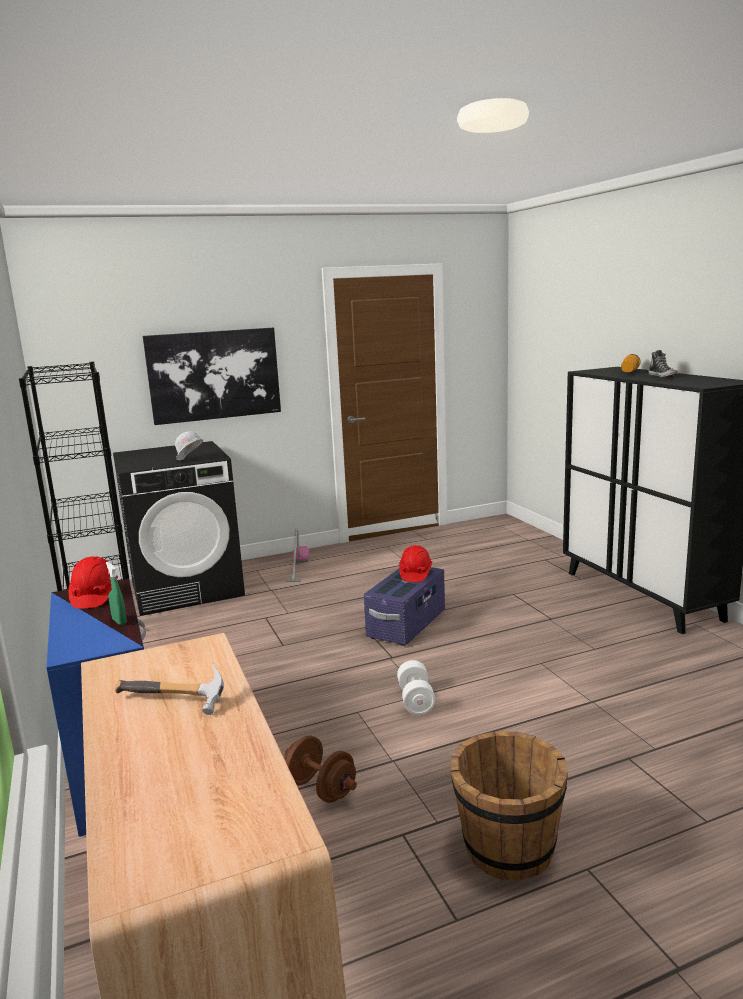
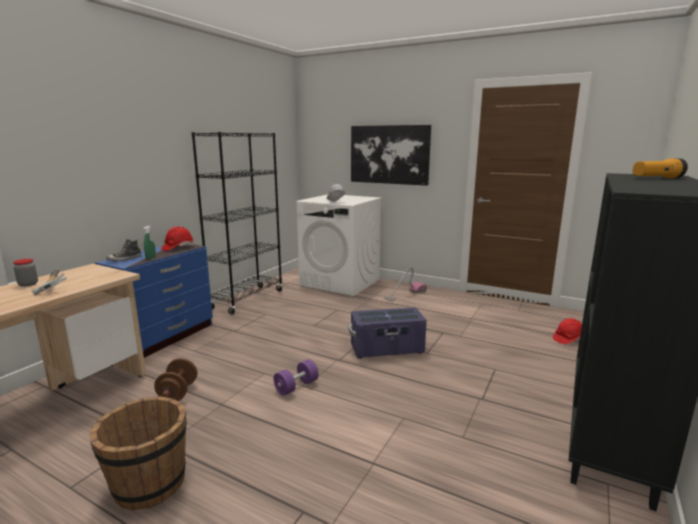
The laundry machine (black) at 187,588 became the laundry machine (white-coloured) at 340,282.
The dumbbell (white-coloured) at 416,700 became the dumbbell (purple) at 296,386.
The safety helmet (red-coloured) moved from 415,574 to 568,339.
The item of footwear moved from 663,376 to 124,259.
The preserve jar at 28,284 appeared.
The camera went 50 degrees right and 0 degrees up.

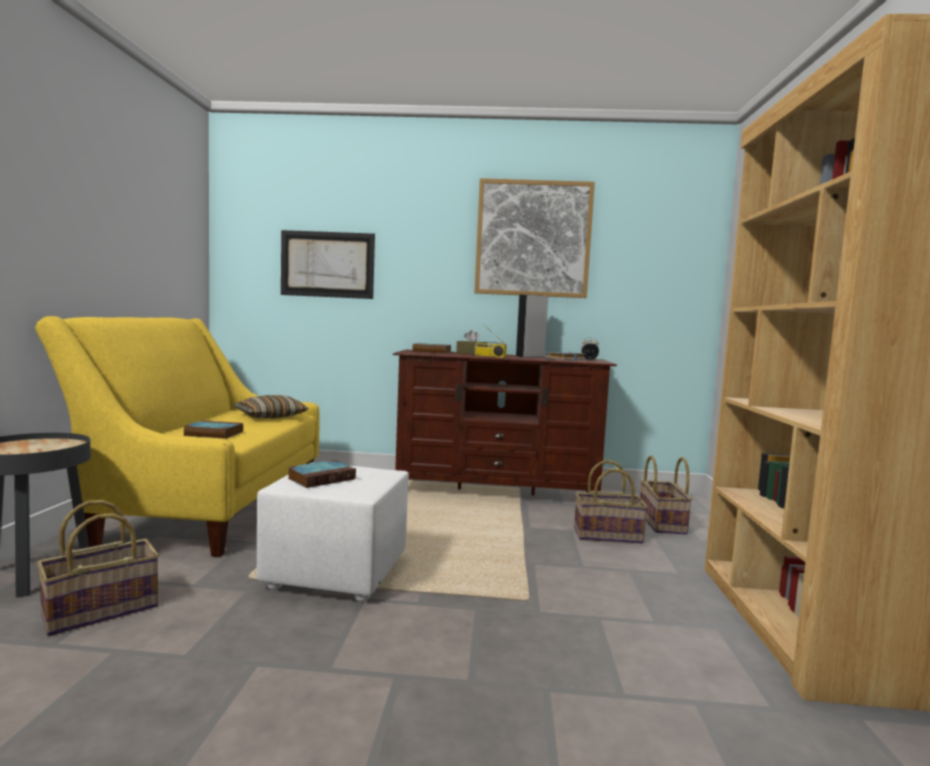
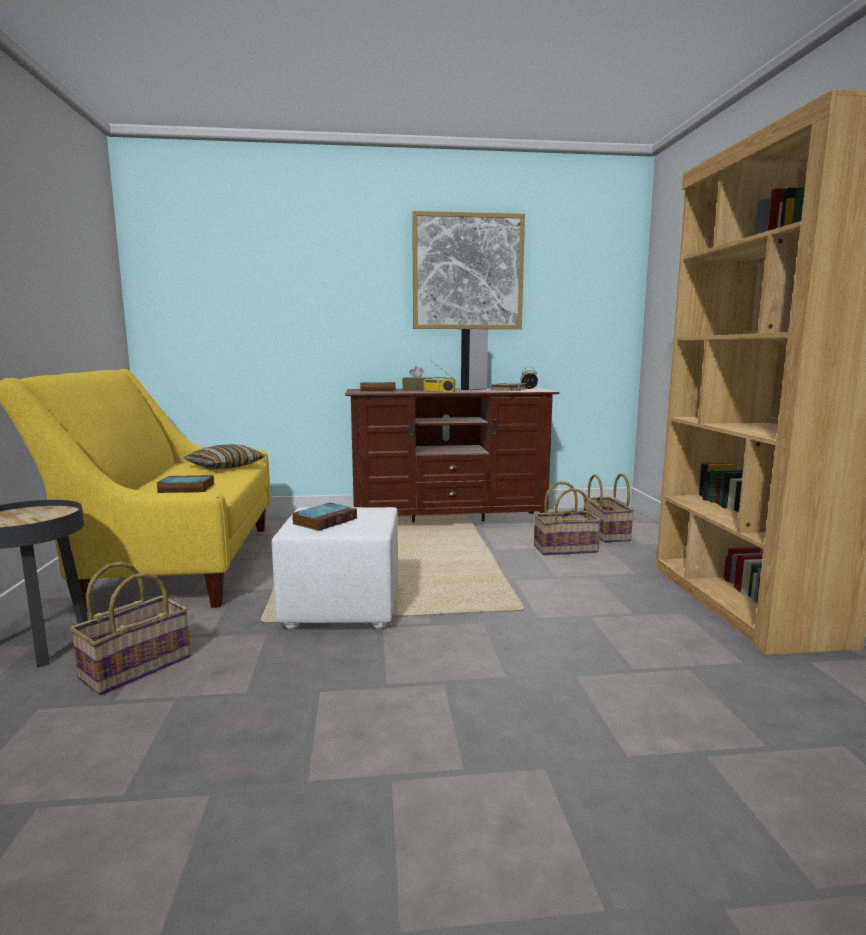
The wall art at 327,264 disappeared.
The camera went 10 degrees left and 5 degrees up.

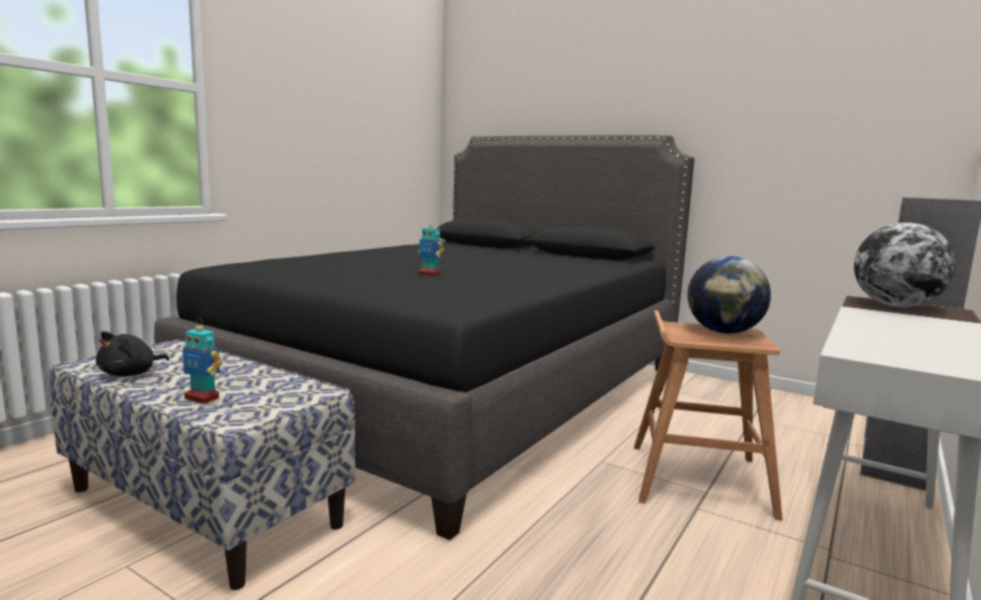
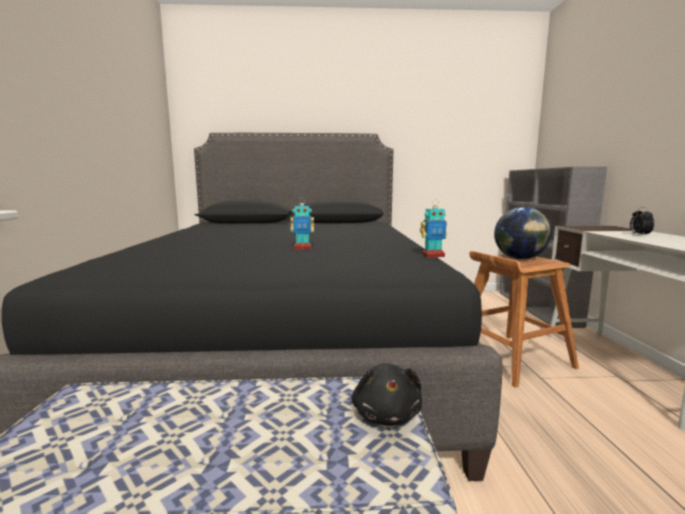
The cuddly toy (black) moved from 131,374 to 386,414.
The robot figure moved from 202,398 to 433,256.
The desk globe at 895,306 disappeared.
The alarm clock at 639,235 appeared.
The camera went 35 degrees left and 0 degrees up.

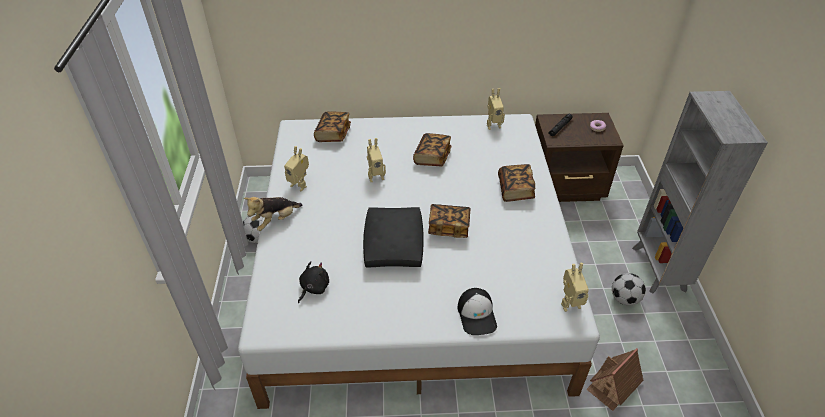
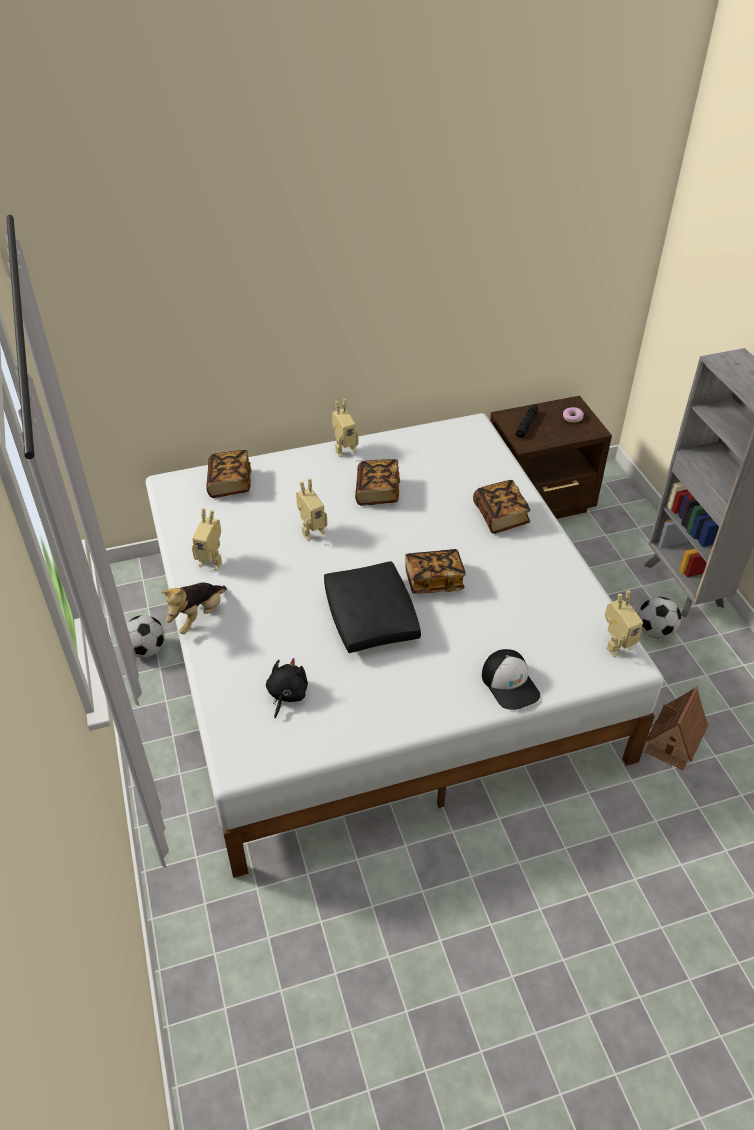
The robot figure moved from 493,125 to 344,450.
The camera went 15 degrees left and 0 degrees up.

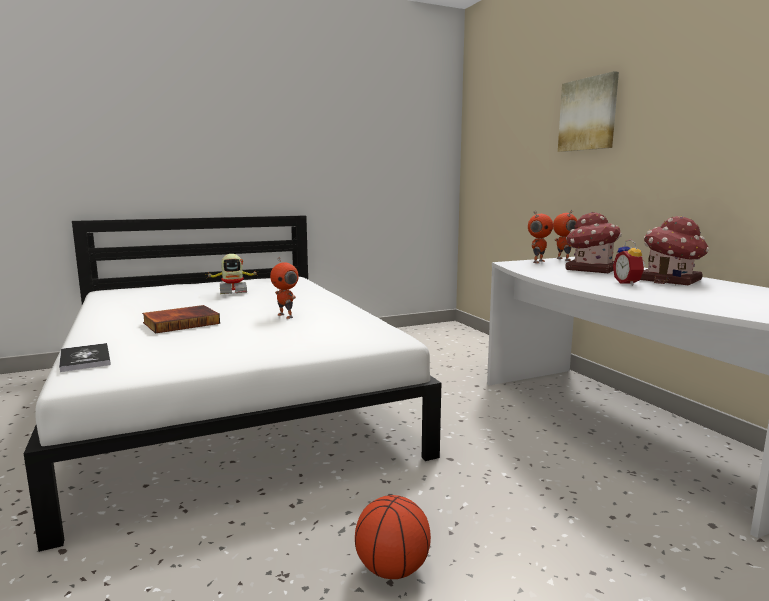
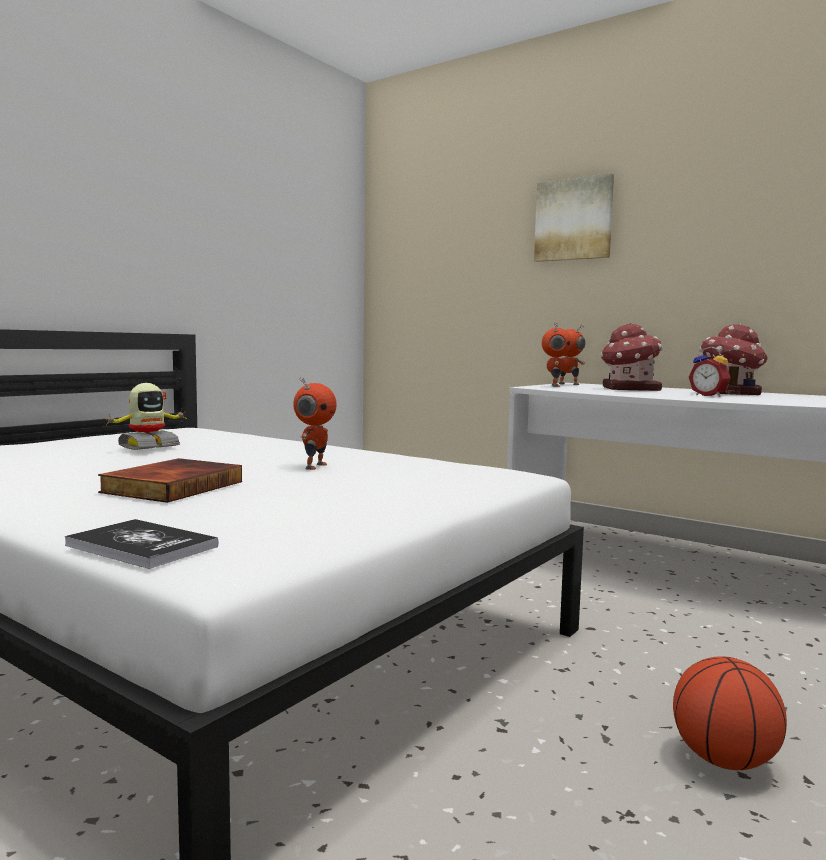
The robot figure at 286,316 turned 90 degrees counterclockwise.
The camera went 30 degrees left and 5 degrees down.

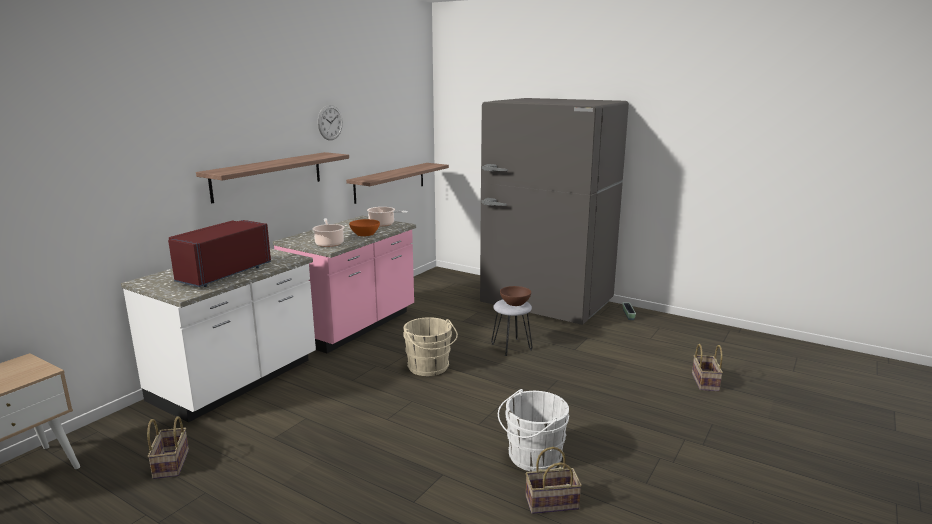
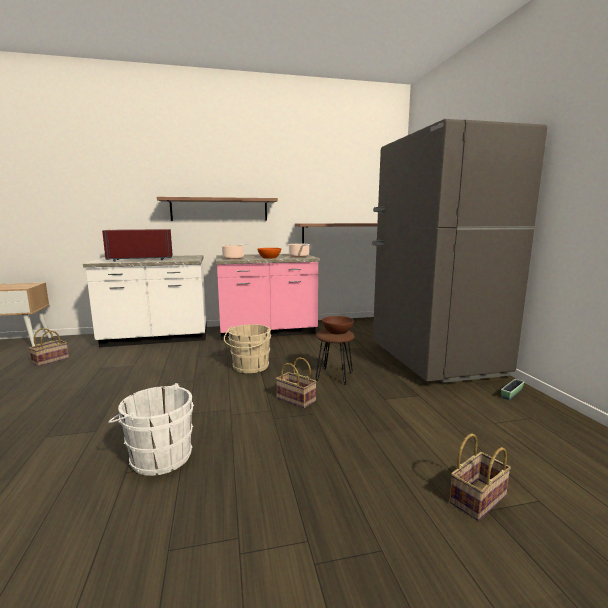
The wall clock at 330,122 disappeared.
The sitting stool (gray) at 511,347 became the sitting stool (brown-coloured) at 334,376.
The household basket moved from 551,504 to 294,399.
The camera went 45 degrees right and 5 degrees down.

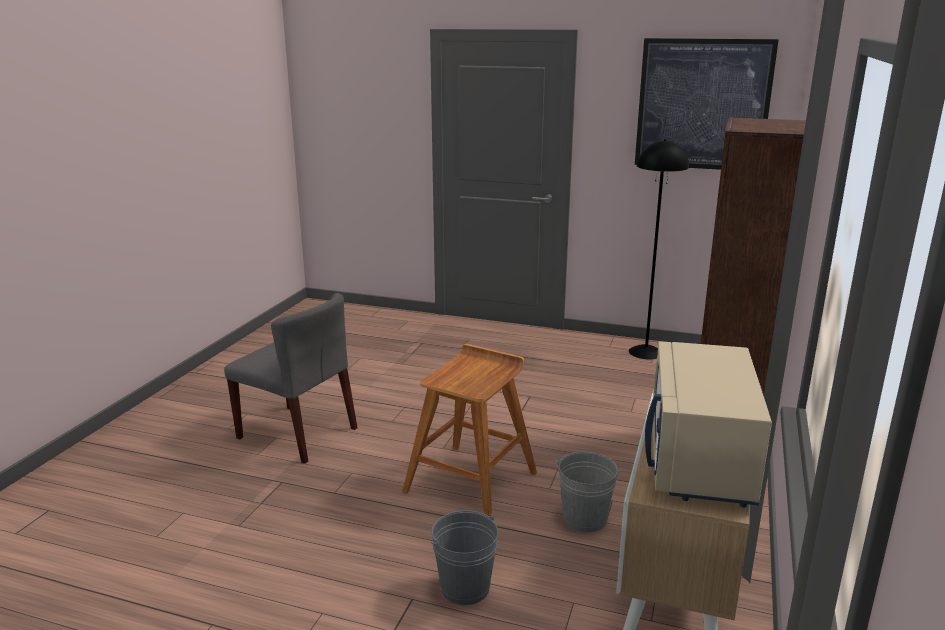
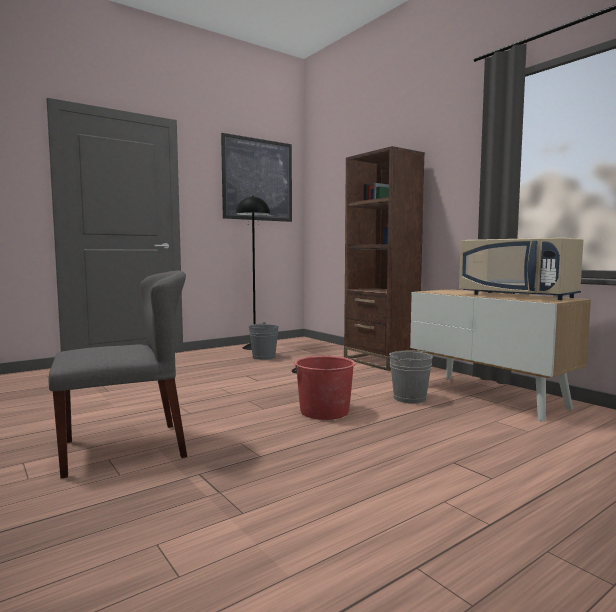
The sitting stool (brown-coloured) at 472,481 was replaced by the bucket (red-coloured) at 324,411.
The bucket (gray) moved from 465,587 to 264,357.
The camera went 55 degrees left and 15 degrees down.

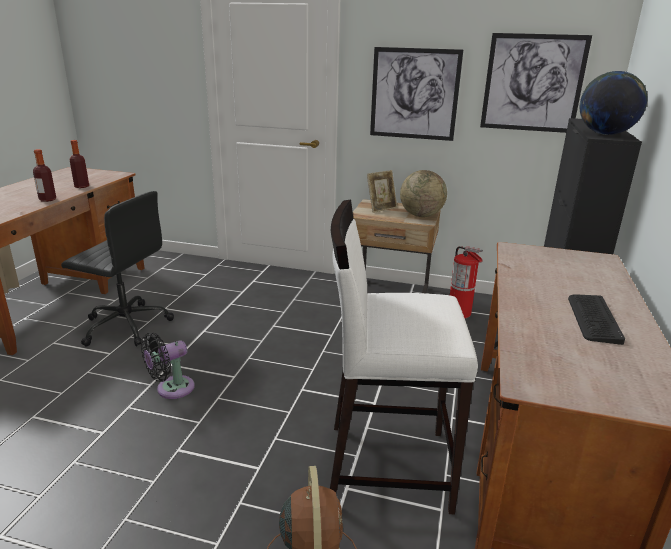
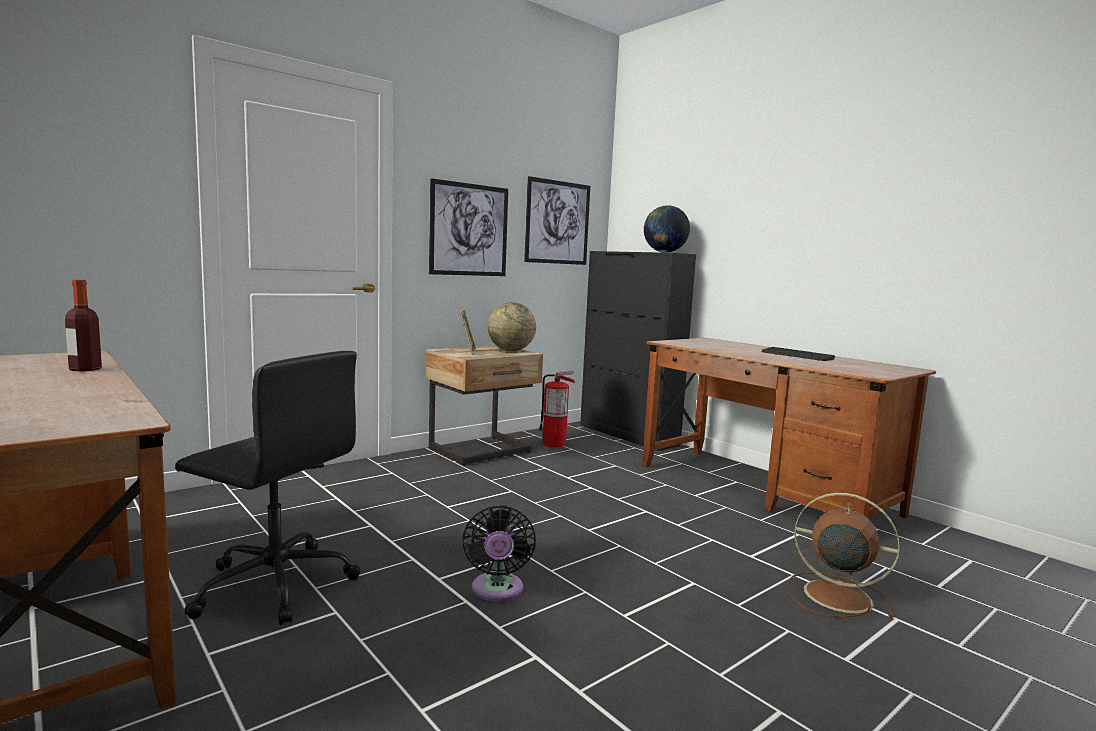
The drink bottle at 47,199 disappeared.
The desk chair (black) at 125,325 turned 60 degrees clockwise.
The sitting stool (white-coloured) at 386,465 disappeared.
The camera went 55 degrees left and 15 degrees down.

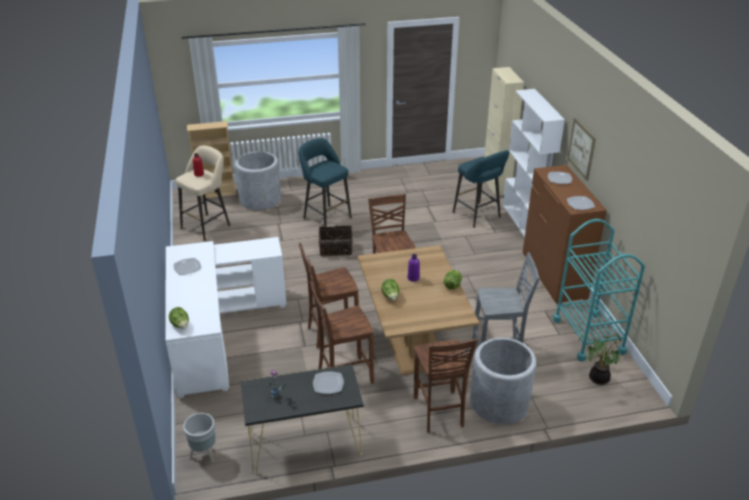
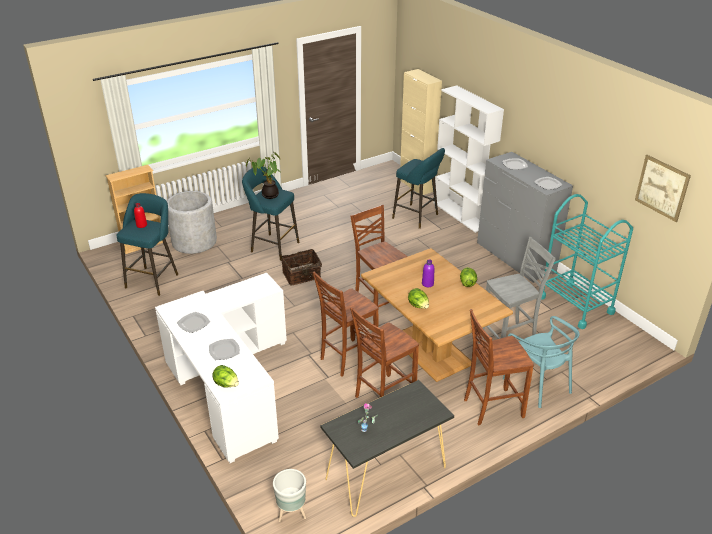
The sitting stool (beige) at 208,225 became the sitting stool (turquoise-coloured) at 153,279.
The dinner plate moved from 328,384 to 224,351.
The plain chair (brown-coloured) at 439,412 turned 105 degrees clockwise.
The flower pot (gray) at 499,403 was replaced by the plain chair (turquoise-coloured) at 538,384.
The chest of drawers (brown-coloured) at 554,275 became the chest of drawers (gray) at 515,258.
The wall art moved from 581,148 to 662,188.
The houseplant moved from 597,378 to 268,195.
The camera went 20 degrees left and 0 degrees up.

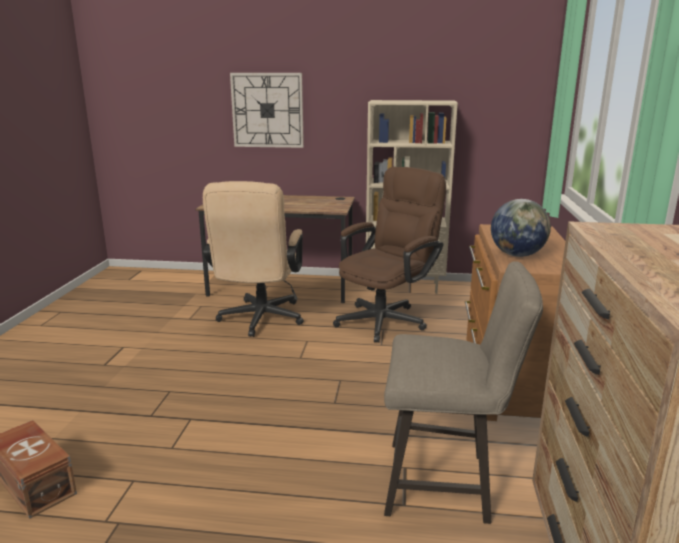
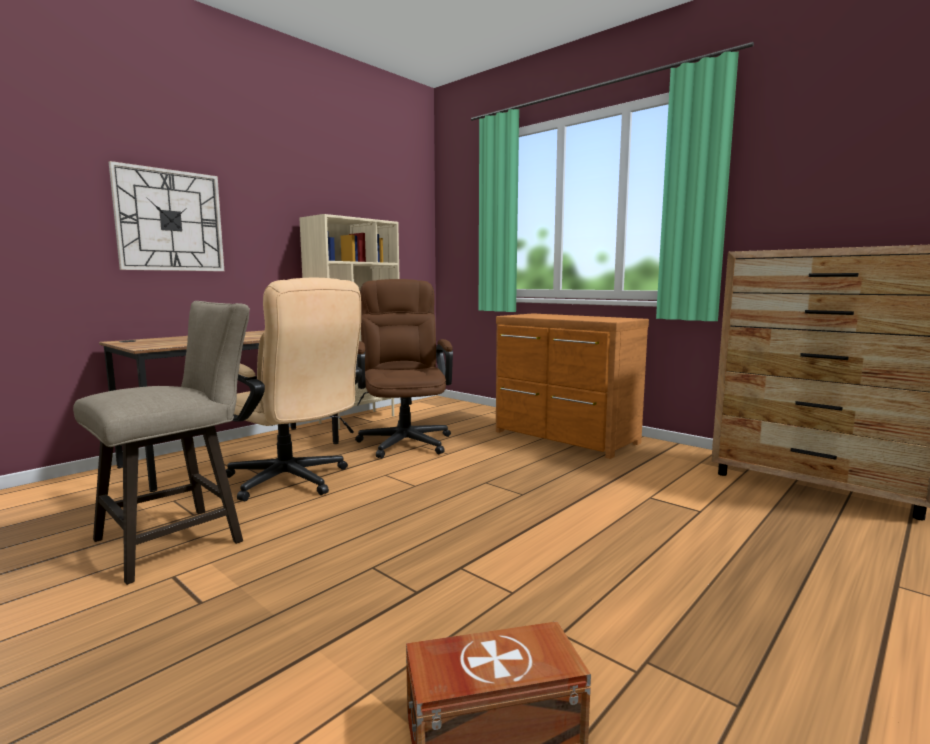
The sitting stool (beige) moved from 447,483 to 180,538.
The desk globe at 517,255 disappeared.
The camera went 55 degrees left and 10 degrees down.

